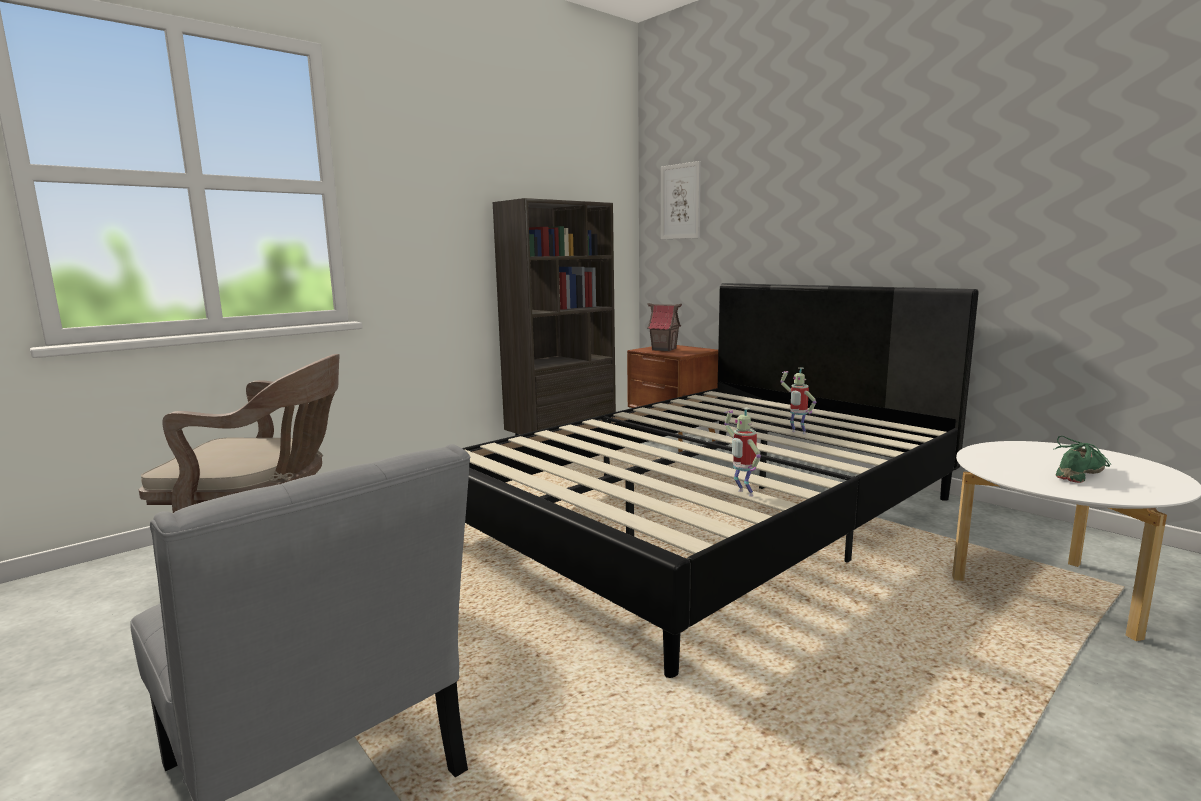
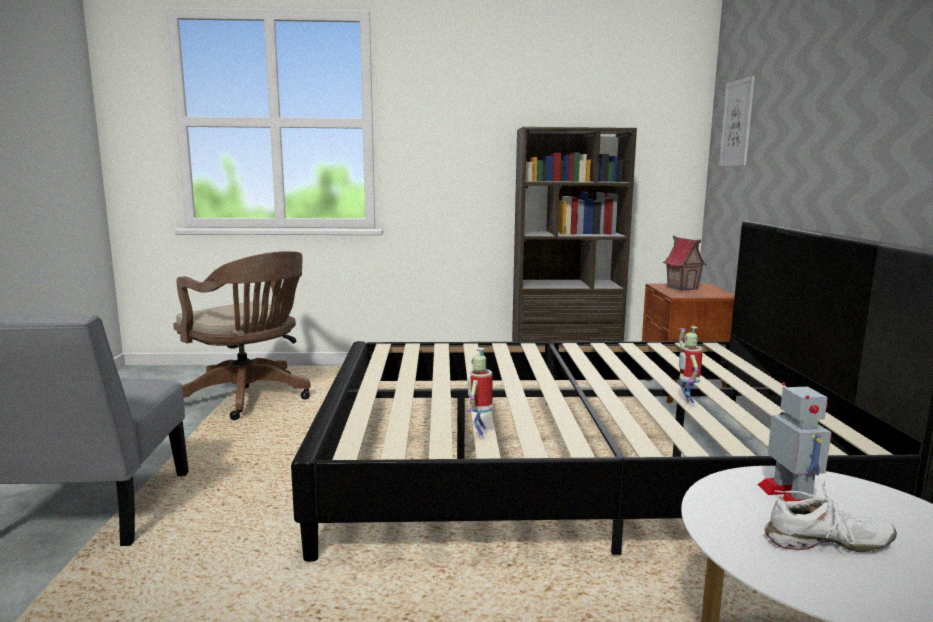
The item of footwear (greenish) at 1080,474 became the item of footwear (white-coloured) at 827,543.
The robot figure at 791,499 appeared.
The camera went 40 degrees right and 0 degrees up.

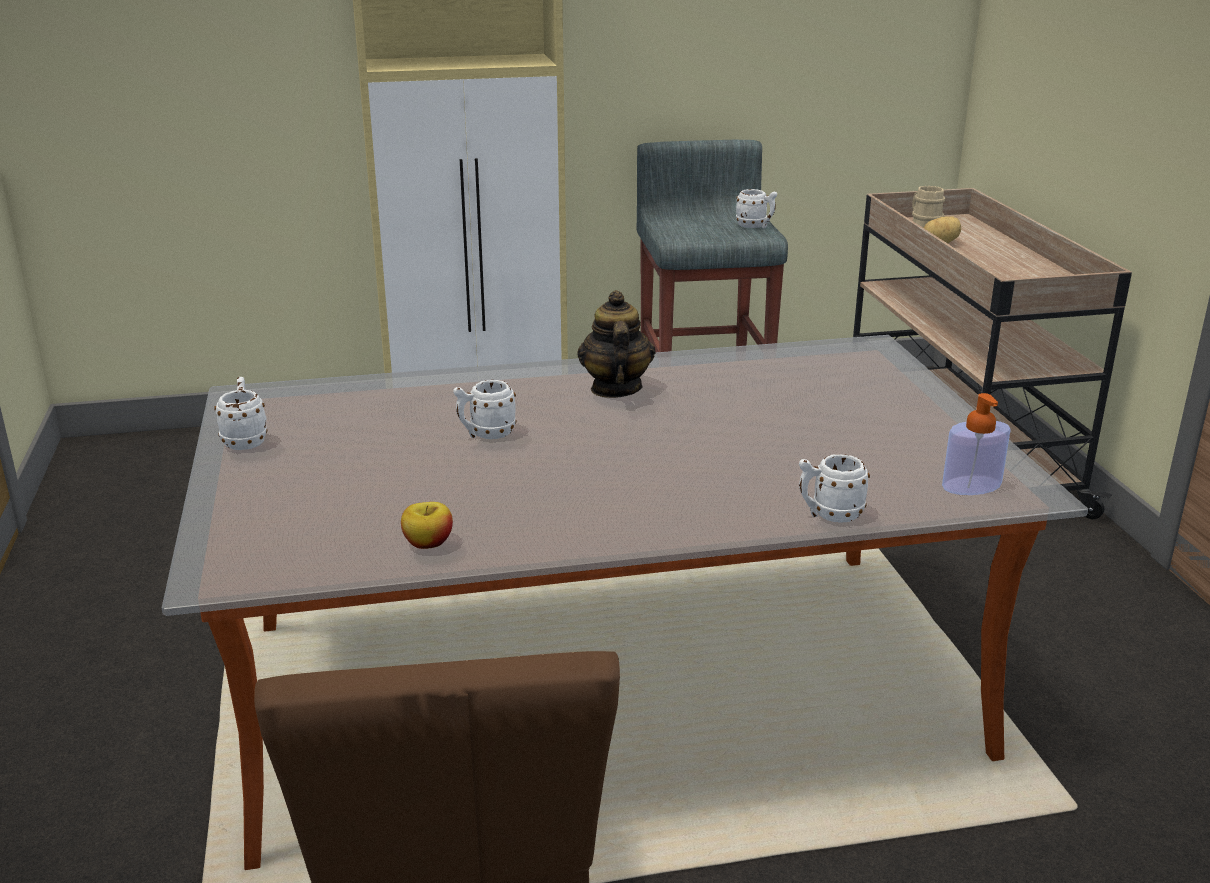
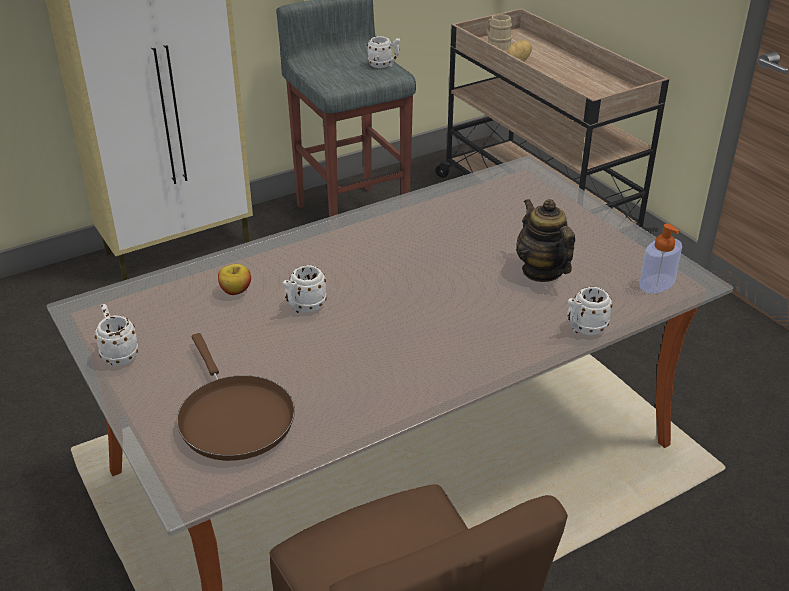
The apple fruit moved from 428,543 to 235,290.
The tea pot moved from 615,389 to 542,271.
The pan (brown-coloured) at 233,417 appeared.
The camera went 20 degrees left and 10 degrees up.

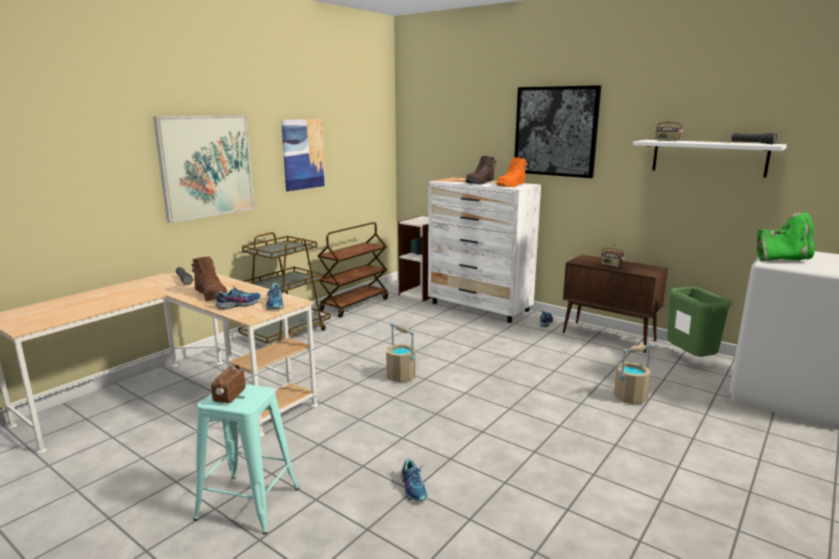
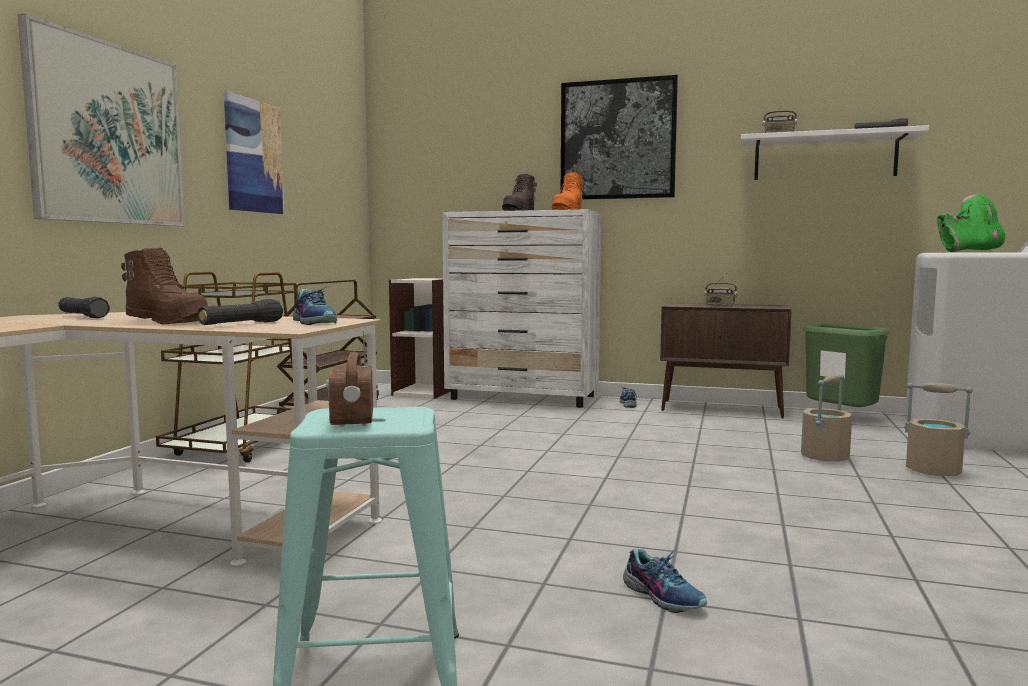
The item of footwear at 239,304 was replaced by the flashlight (black) at 241,324.
The bucket (beige) moved from 401,376 to 933,471.
The camera went 20 degrees left and 10 degrees down.

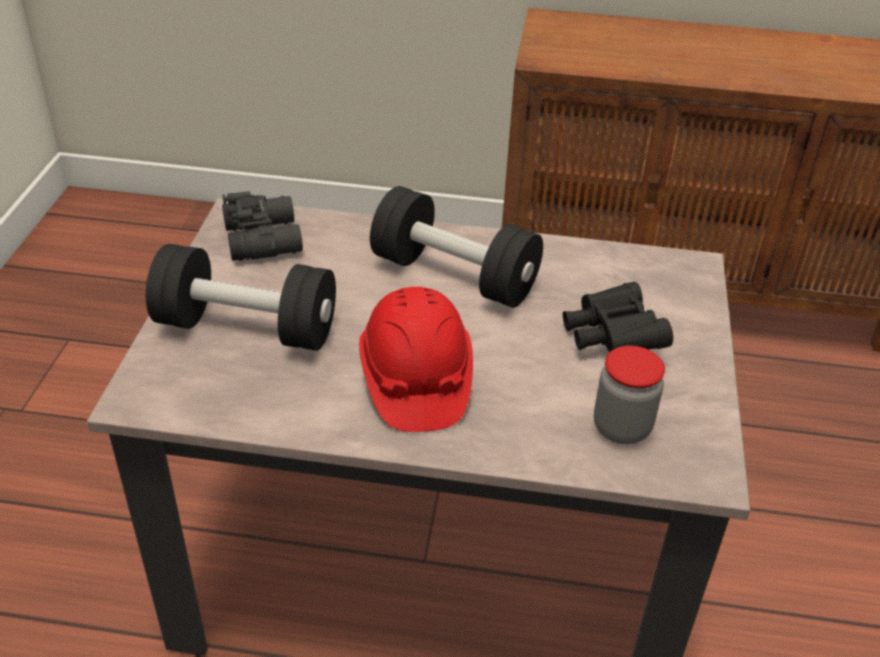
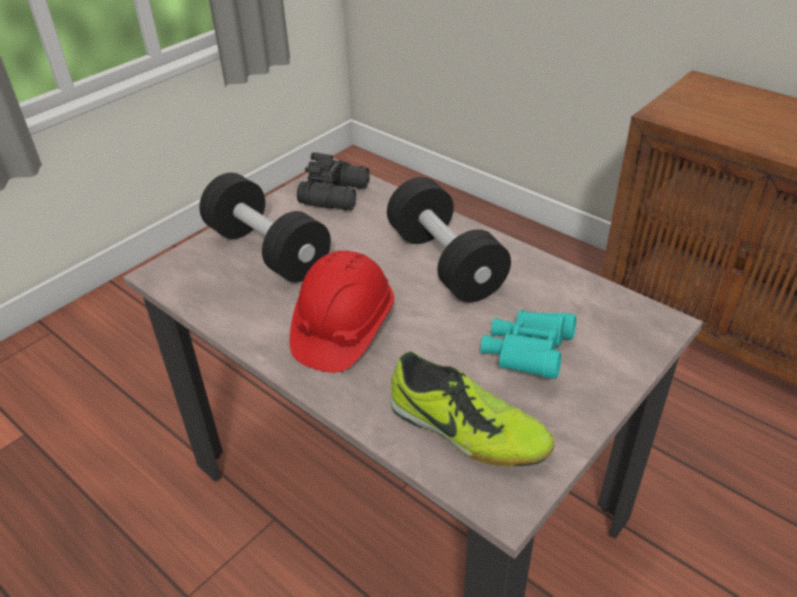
The field glasses (black) at 611,338 became the field glasses (turquoise-coloured) at 527,355.
The preserve jar at 621,428 was replaced by the item of footwear at 466,430.
The camera went 35 degrees right and 0 degrees up.

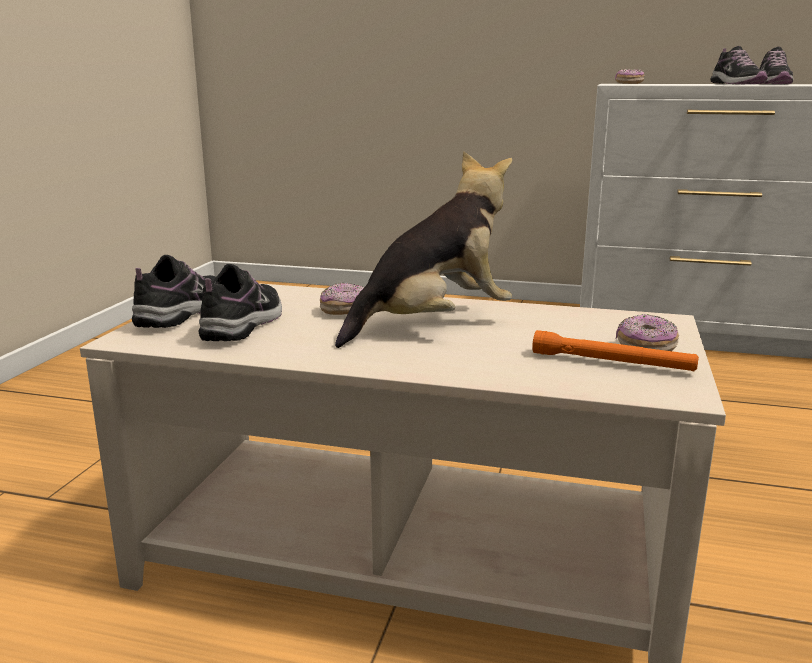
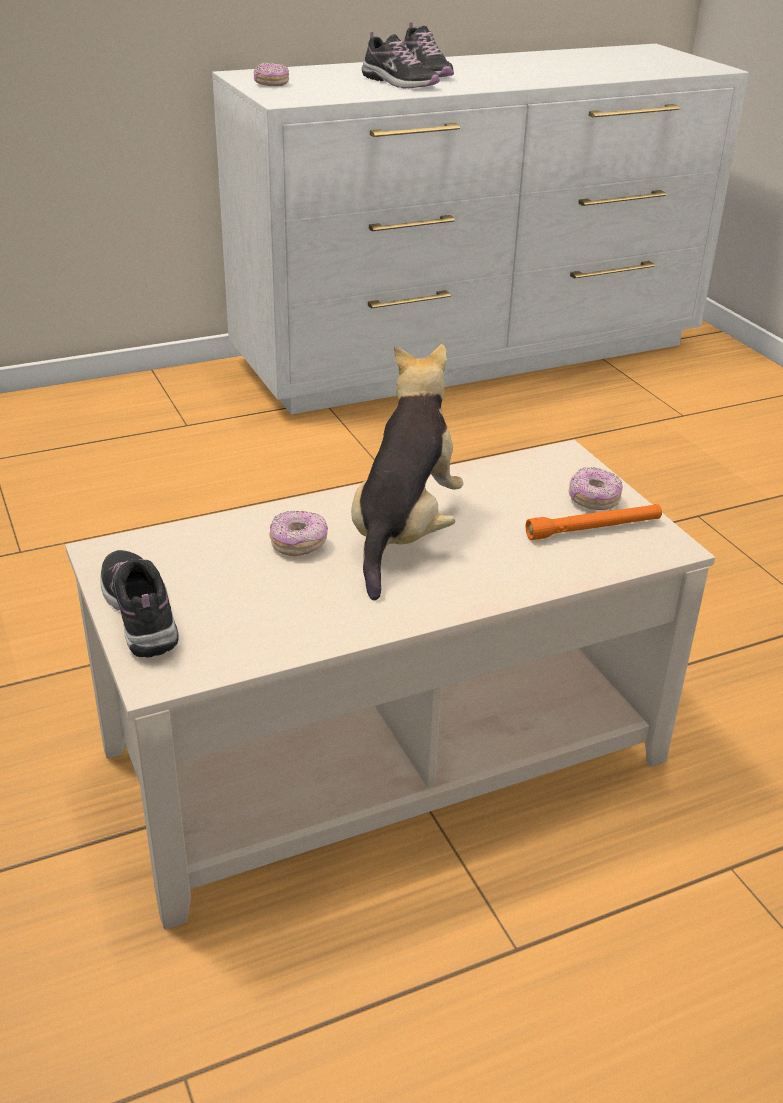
The item of footwear at 244,324 disappeared.
The camera went 40 degrees left and 15 degrees up.

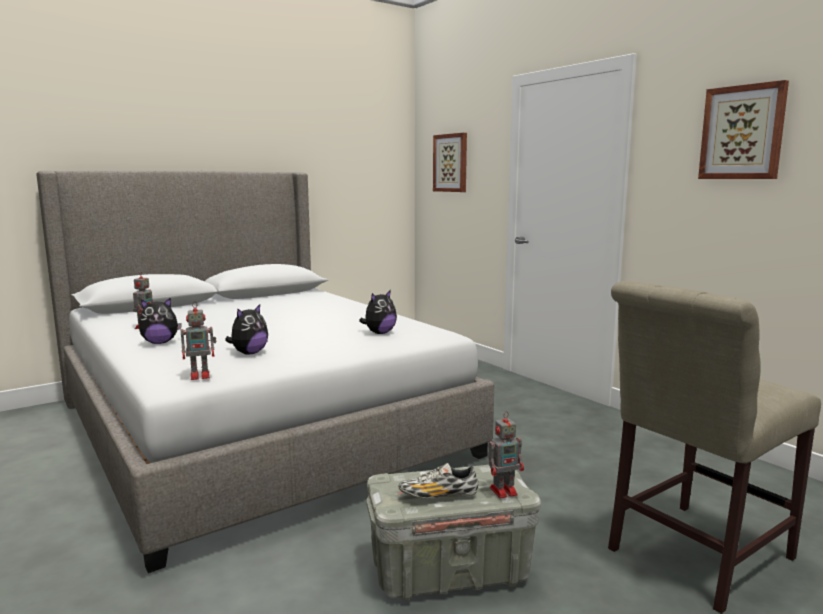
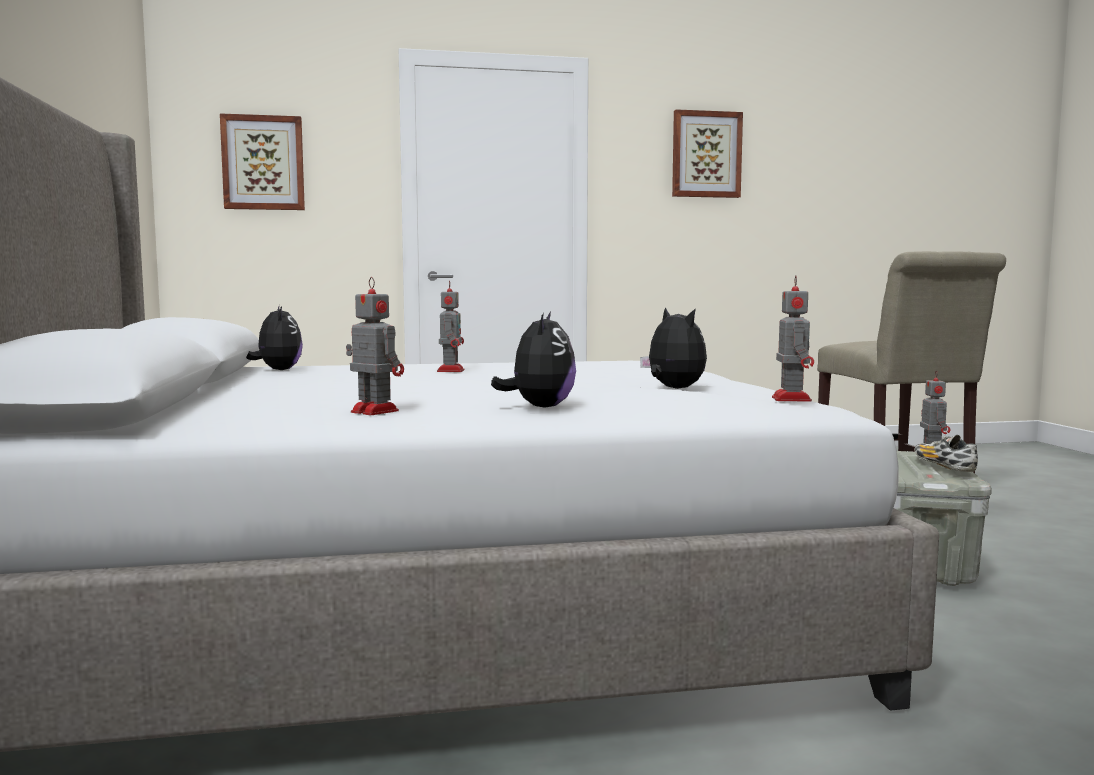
The cuddly toy moved from 379,333 to 277,370.
The item of footwear at 438,496 turned 150 degrees clockwise.
The robot figure at 451,370 appeared.
The camera went 65 degrees left and 5 degrees down.

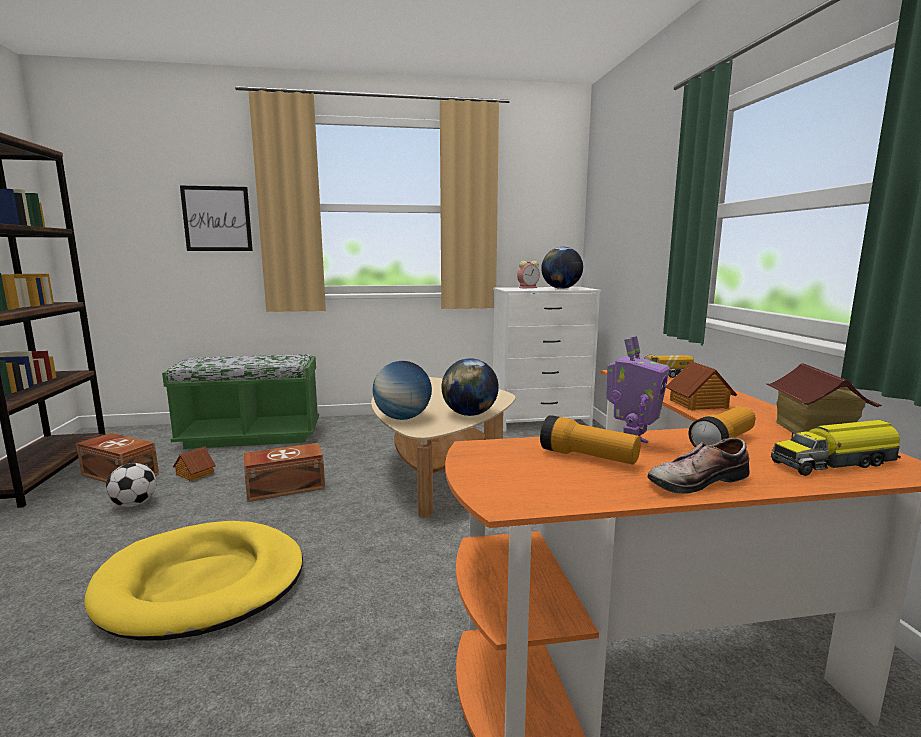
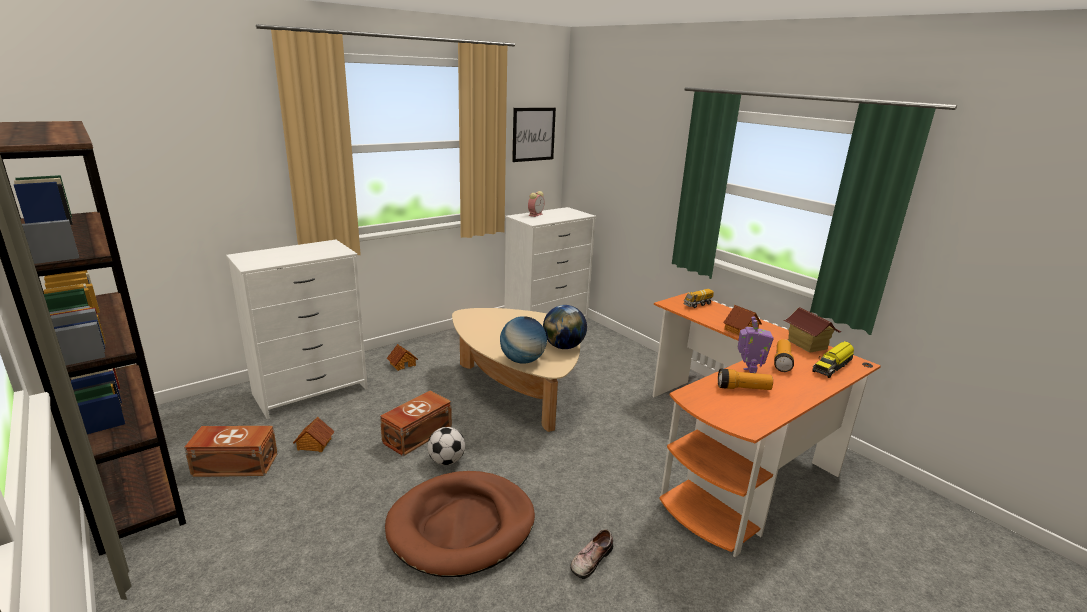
The dog bed (yellow-coloured) at 202,584 became the dog bed (brown-coloured) at 462,526.
The ball for football moved from 134,504 to 446,461.
The bench (greenish) at 251,436 was replaced by the chest of drawers (white-coloured) at 311,391.
The wall art moved from 217,219 to 533,134.
The desk globe at 561,288 disappeared.
The item of footwear moved from 694,480 to 590,559.
The miniature house at 402,364 appeared.
The camera went 30 degrees left and 10 degrees up.

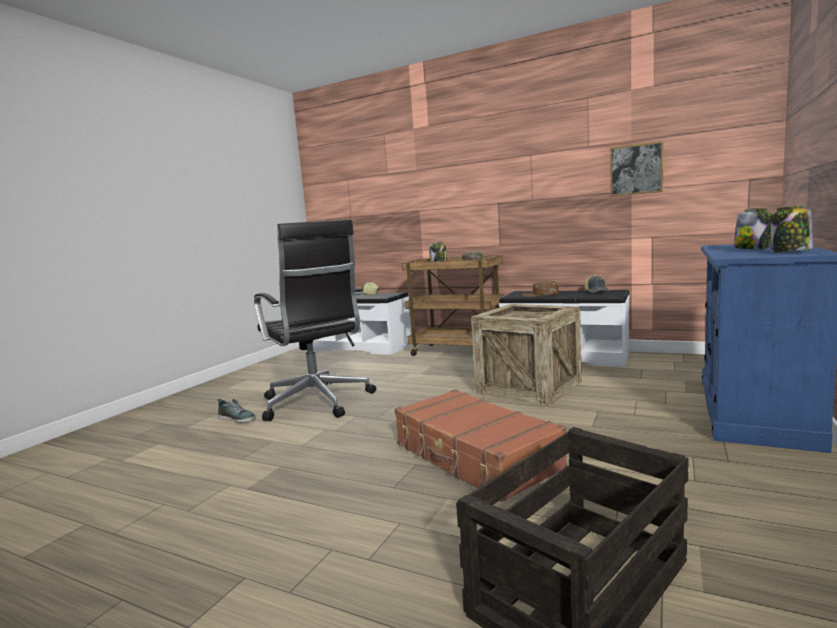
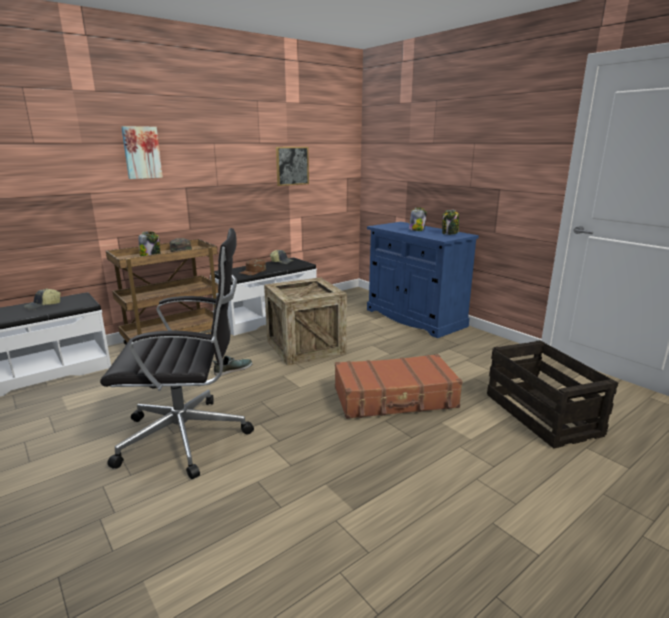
The item of footwear moved from 237,418 to 233,369.
The wall art at 141,152 appeared.
The camera went 65 degrees left and 10 degrees up.

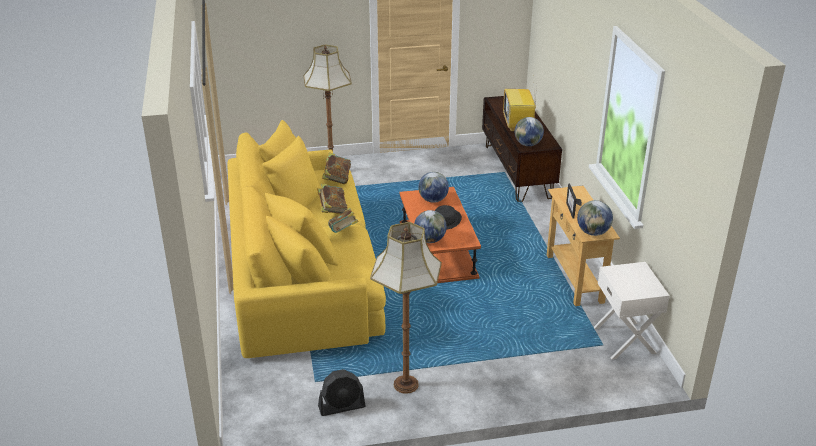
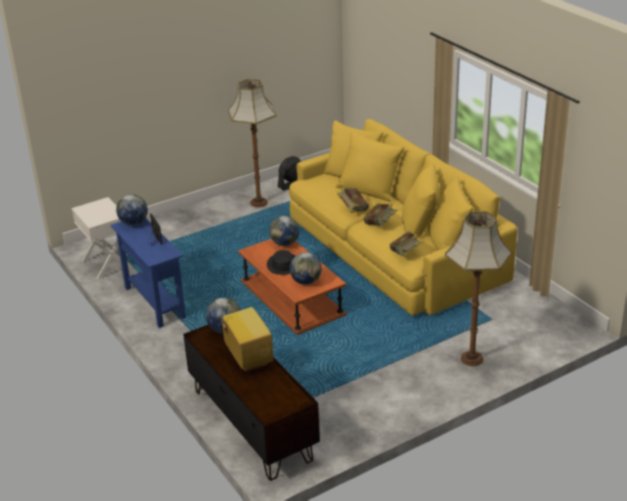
The hall table (beige) at 574,278 became the hall table (blue) at 154,302.
The camera went 160 degrees right and 0 degrees up.

